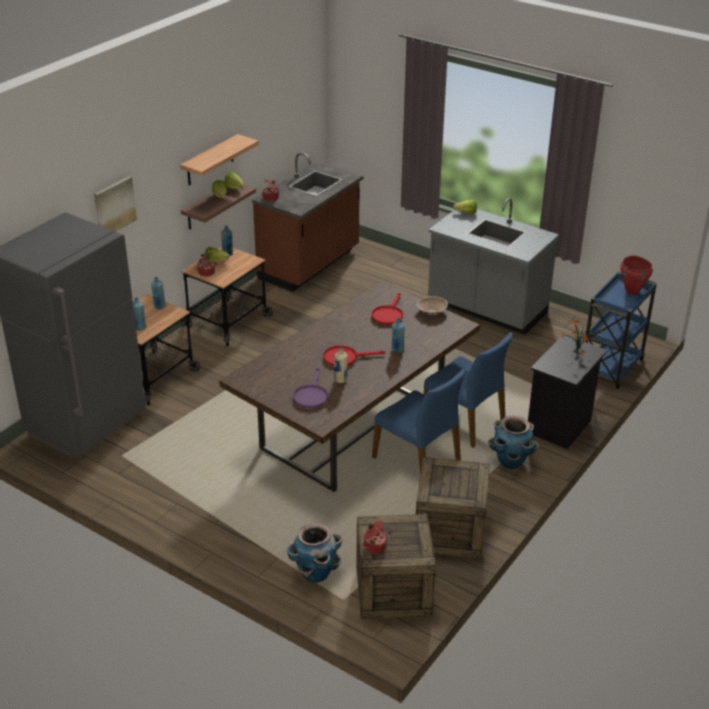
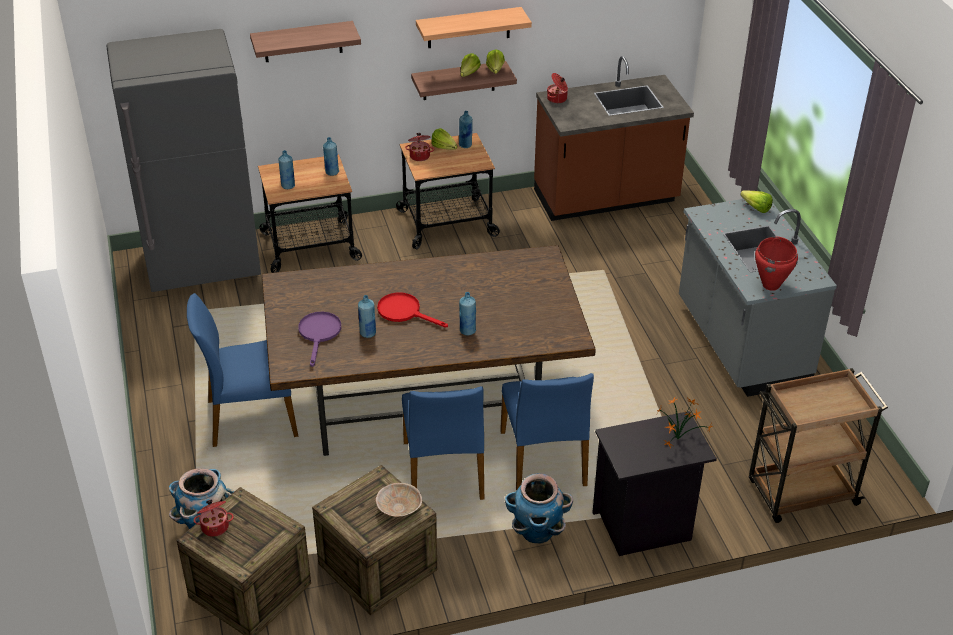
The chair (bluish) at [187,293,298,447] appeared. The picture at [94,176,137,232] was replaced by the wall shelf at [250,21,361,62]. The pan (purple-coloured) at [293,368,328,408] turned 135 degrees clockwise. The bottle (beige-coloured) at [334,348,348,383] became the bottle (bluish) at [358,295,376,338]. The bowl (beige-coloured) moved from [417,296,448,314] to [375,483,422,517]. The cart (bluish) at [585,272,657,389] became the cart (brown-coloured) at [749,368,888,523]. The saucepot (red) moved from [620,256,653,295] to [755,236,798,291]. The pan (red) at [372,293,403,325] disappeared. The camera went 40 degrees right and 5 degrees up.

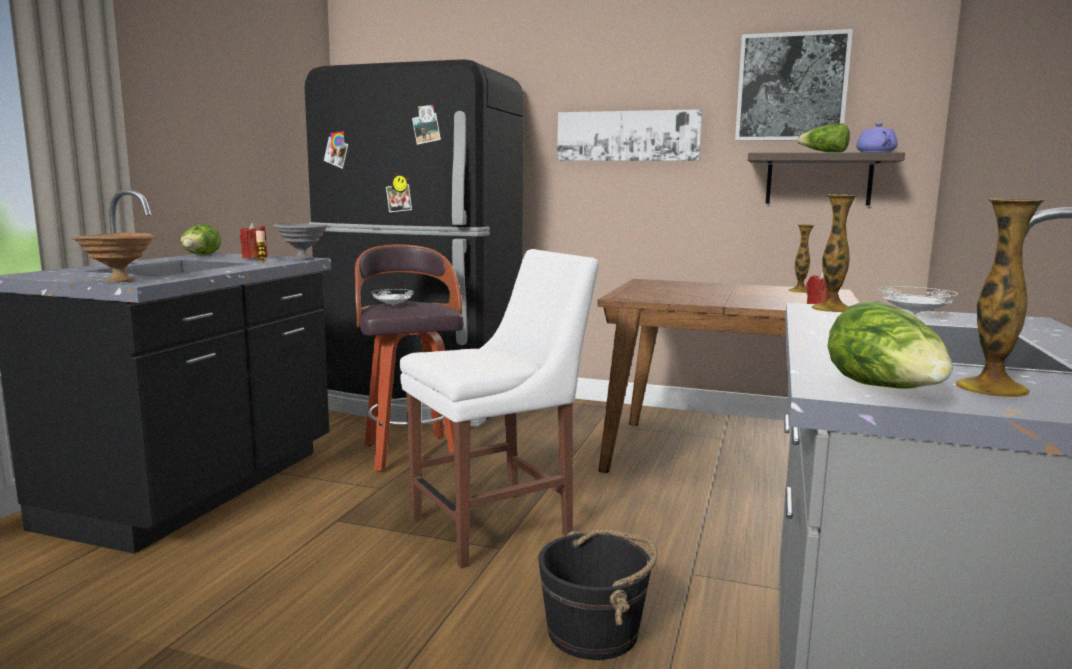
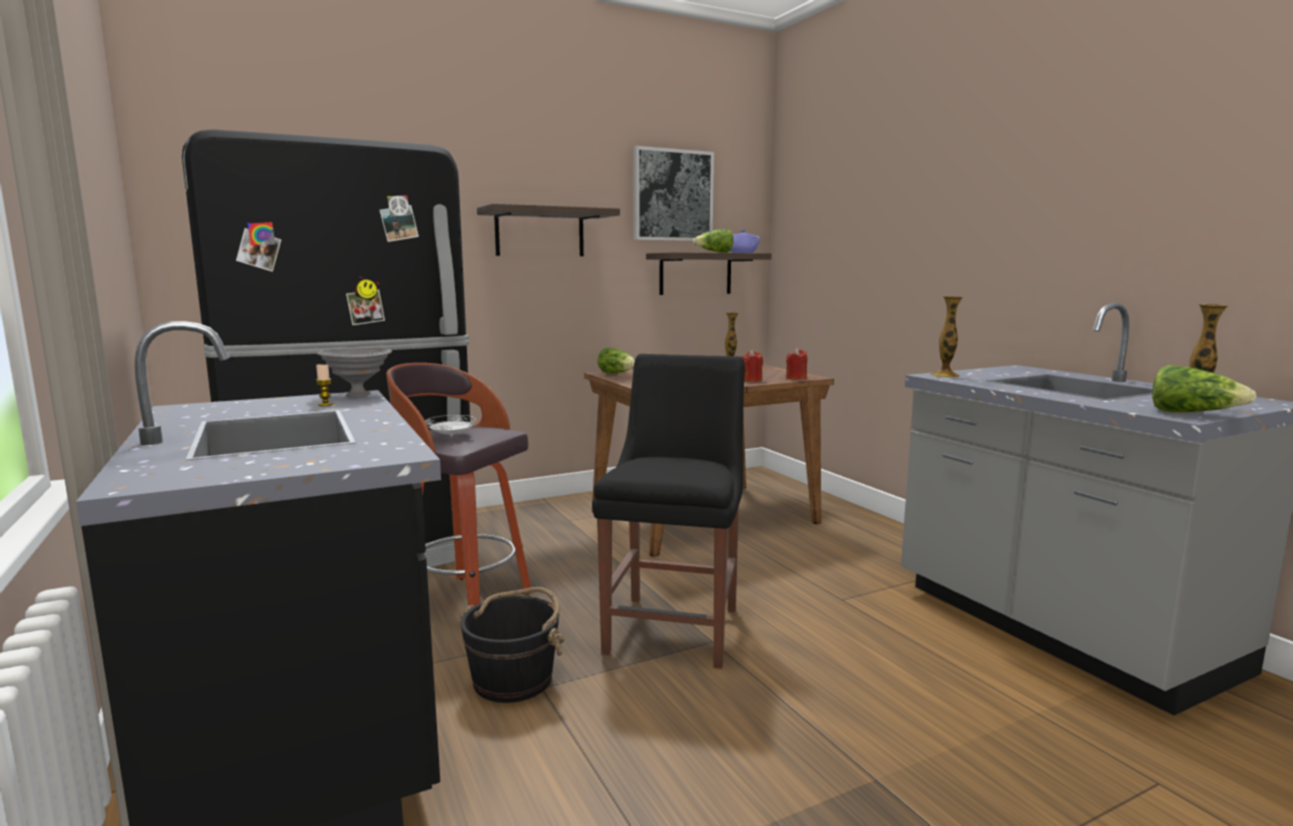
The pail (black-coloured) moved from [538,529,657,660] to [460,587,565,703]. The picture at [557,109,702,161] was replaced by the wall shelf at [477,204,620,256]. The chair (white) at [400,249,599,568] became the chair (black-coloured) at [592,354,745,669]. The head of lettuce moved from [180,224,221,255] to [597,348,635,373]. The candle (red) moved from [240,223,268,259] to [742,350,763,382]. The bowl (brown-coloured) at [72,233,156,282] disappeared. The plate (white) at [879,286,958,315] disappeared. The camera went 45 degrees left and 0 degrees up.

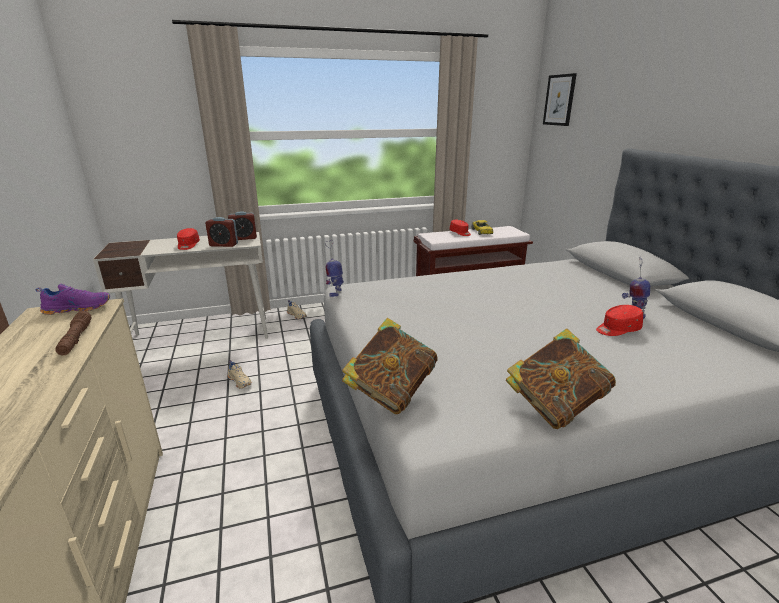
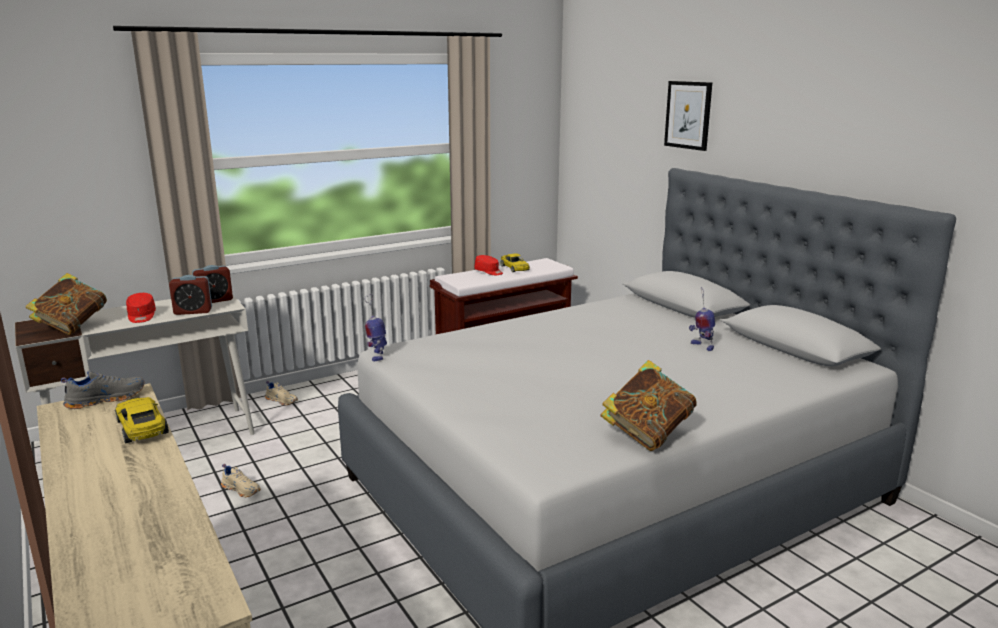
The volume moved from [342,318,438,414] to [26,273,107,335]. The item of footwear (purple-coloured) at [36,284,110,315] became the item of footwear (greyish) at [61,371,144,409]. The hand torch (brown-coloured) at [55,311,92,355] was replaced by the miniature car (yellow) at [115,397,169,443]. The picture moved from [543,73,577,126] to [664,81,712,151]. The baseball cap (red) at [596,305,643,336] disappeared. The camera went 15 degrees left and 5 degrees down.

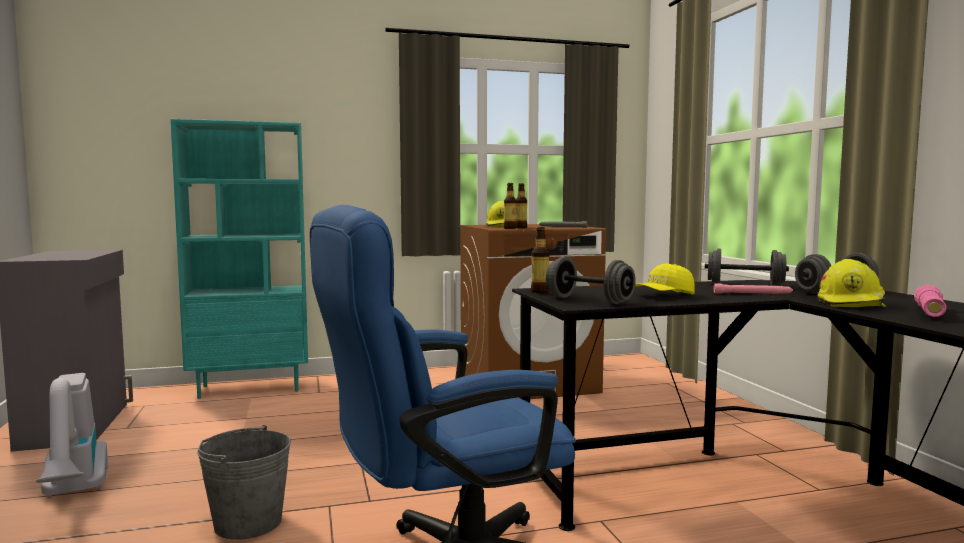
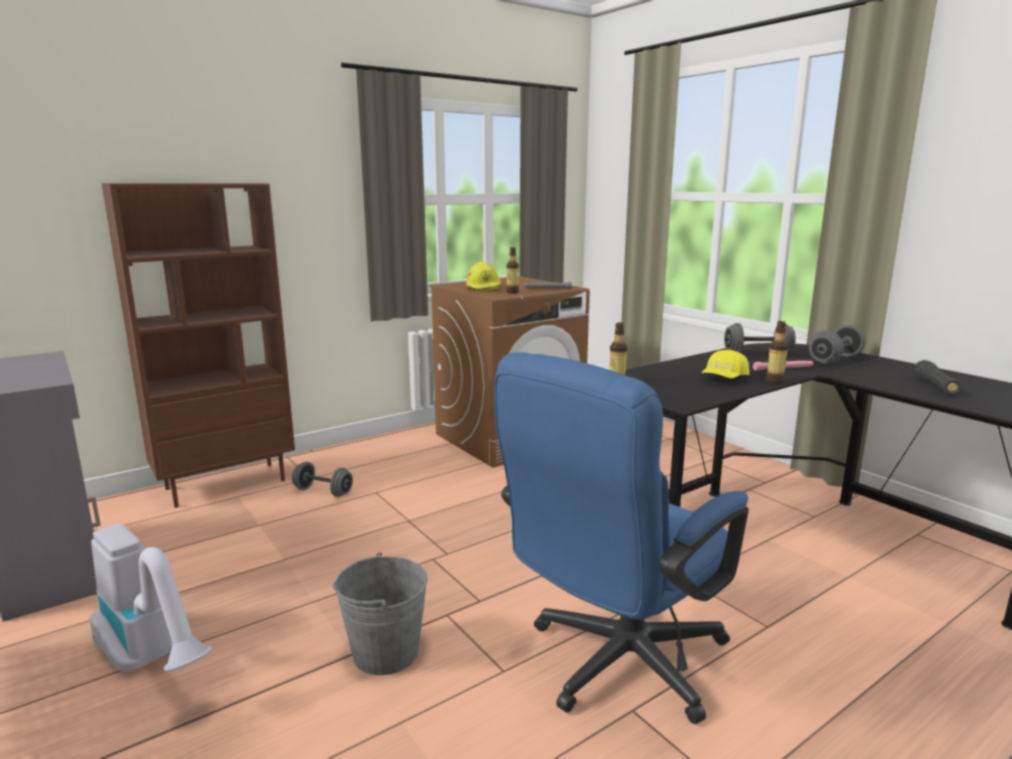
The shelving unit (turquoise-coloured) at [170,119,308,399] became the shelving unit (brown-coloured) at [102,183,295,508]. The hand weight (greyish) moved from [546,257,636,304] to [292,462,353,497]. The bottle moved from [504,183,516,229] to [766,321,788,384]. The hand torch (pinkish) at [914,285,947,317] became the hand torch (black-coloured) at [914,360,961,394]. The hard hat (yellow) at [818,259,886,307] disappeared. The camera went 20 degrees left and 10 degrees up.

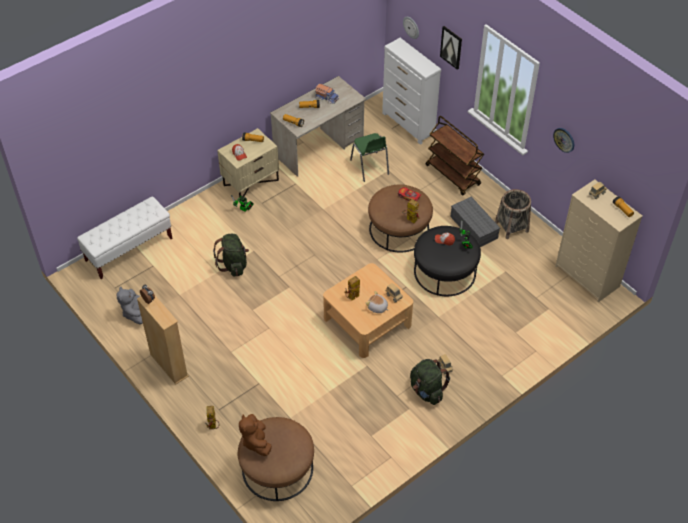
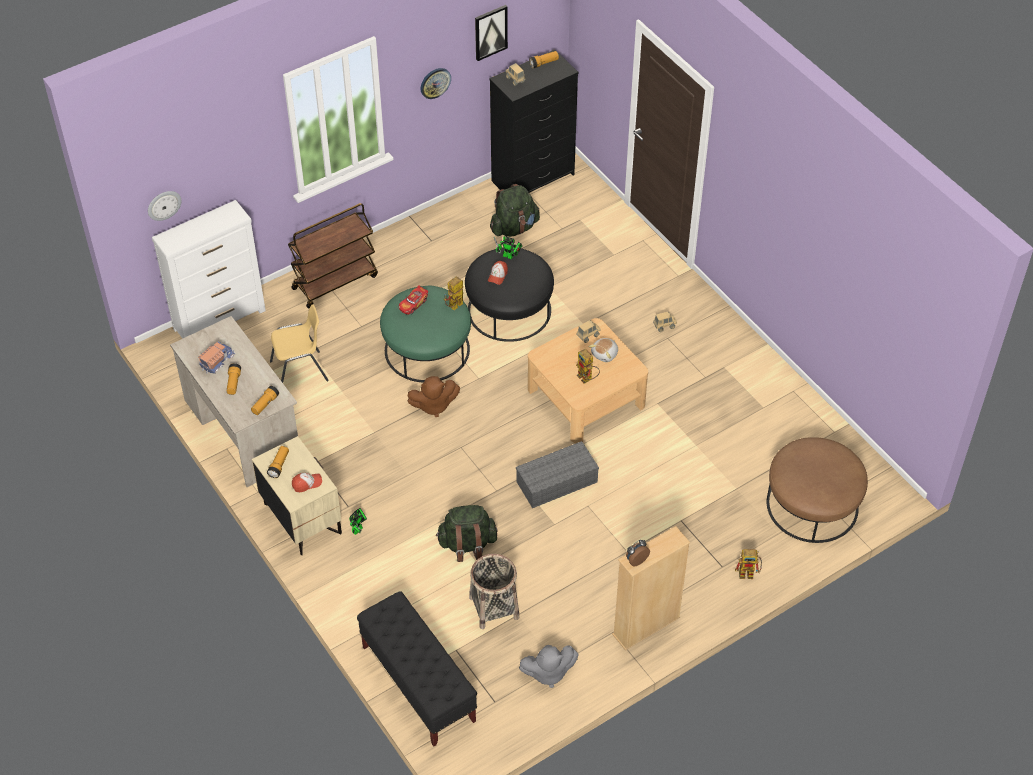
The chair (green-coloured) at [350,133,389,182] became the chair (yellow) at [270,304,329,383]. The long seat (white) at [77,196,173,279] became the long seat (black-coloured) at [357,591,477,747]. The footrest (brown-coloured) at [368,184,433,252] became the footrest (green-coloured) at [380,286,471,382]. The cuddly toy (brown-coloured) moved from [239,414,272,456] to [407,376,460,418]. The household basket moved from [495,189,531,239] to [469,554,519,629]. The picture moved from [440,26,462,70] to [475,5,508,61]. The dresser (beige-coloured) at [555,179,643,302] became the dresser (black-coloured) at [489,50,579,193]. The backpack (green-coloured) moved from [410,359,450,405] to [490,184,540,237]. The storage bin (greyish) moved from [451,196,500,247] to [516,441,599,508]. The camera went 85 degrees left and 0 degrees up.

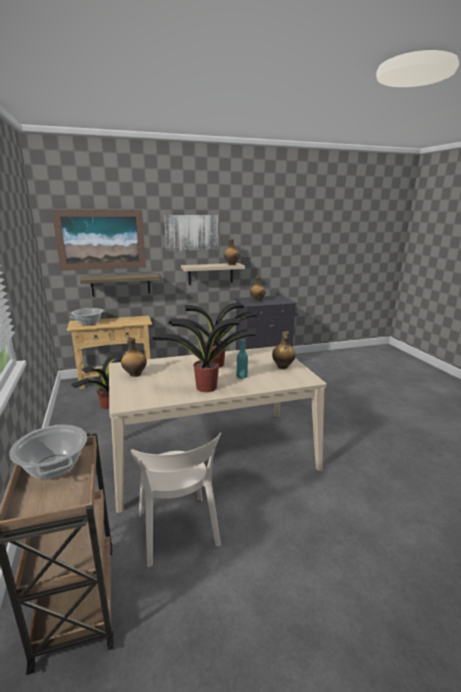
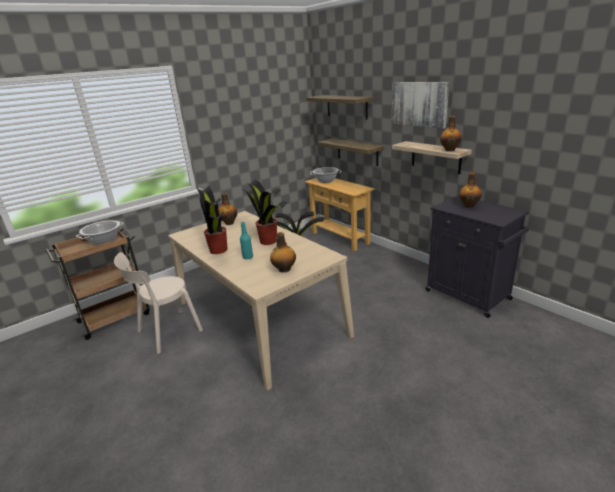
The picture at [52,210,146,271] was replaced by the wall shelf at [306,95,374,120]. The camera went 70 degrees right and 5 degrees up.

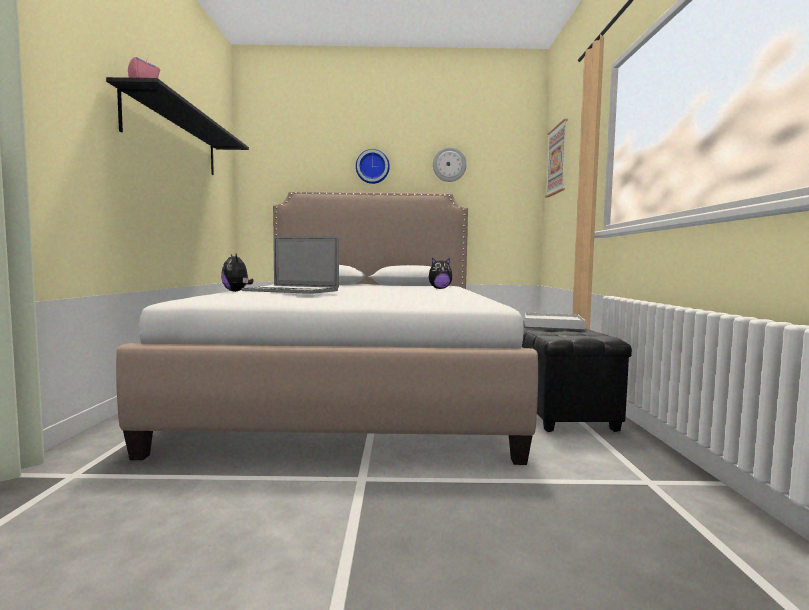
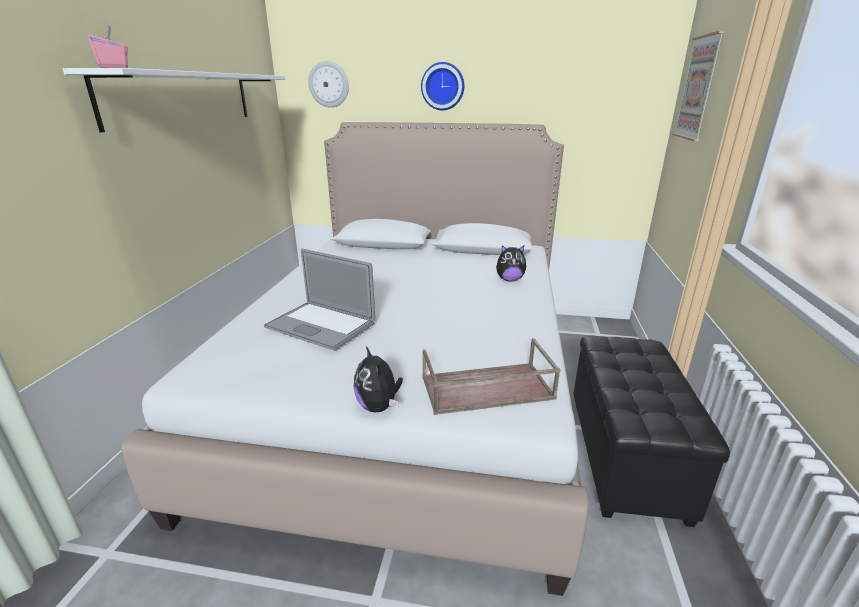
The wall shelf (black-coloured) at [106,77,249,175] became the wall shelf (white) at [62,68,285,132]. The clock on the wall moved from [433,147,467,182] to [308,61,349,108]. The cuddly toy moved from [221,254,254,292] to [354,346,403,412]. The serving tray (brown-coloured) at [422,338,561,415] appeared. The serving tray (white) at [524,312,585,329] disappeared. The camera went 10 degrees right and 20 degrees up.

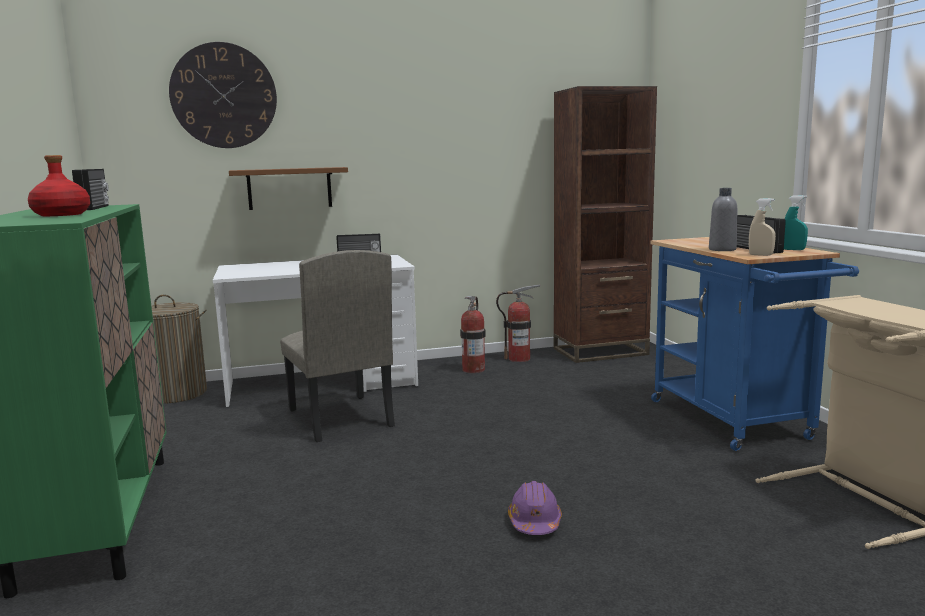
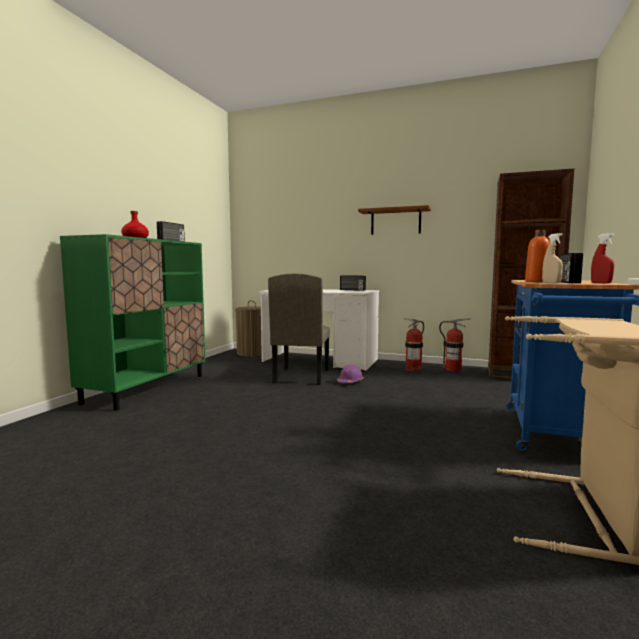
The hard hat (purple-coloured) moved from [508,481,562,535] to [336,364,364,383]. The wall shelf (brown-coloured) moved from [229,167,348,210] to [358,205,431,235]. The bottle (greyish) at [709,188,737,251] became the bottle (orange) at [525,230,550,282]. The sprayer (turquoise-coloured) at [784,195,808,250] became the sprayer (red) at [591,233,614,283]. The clock on the wall at [169,42,277,148] disappeared. The camera went 35 degrees right and 5 degrees down.

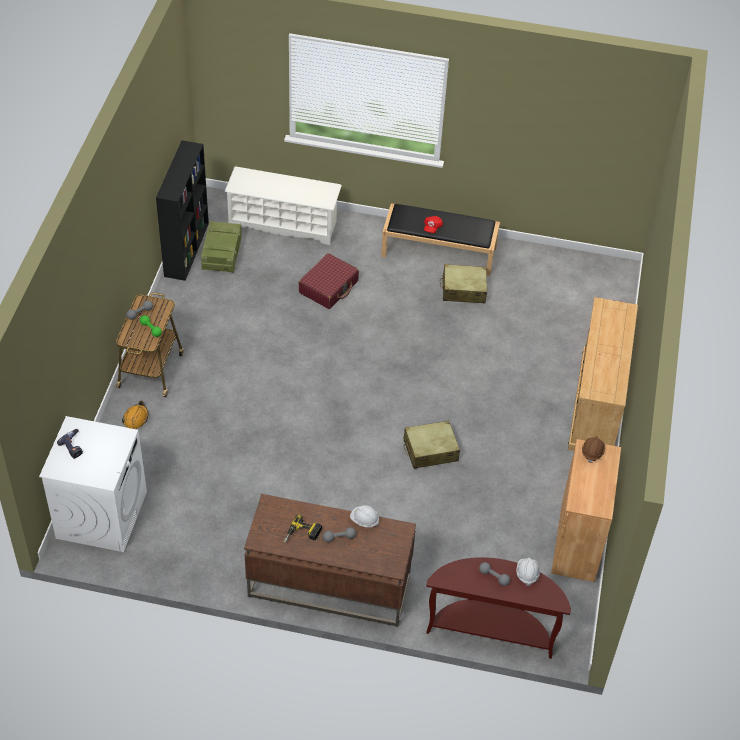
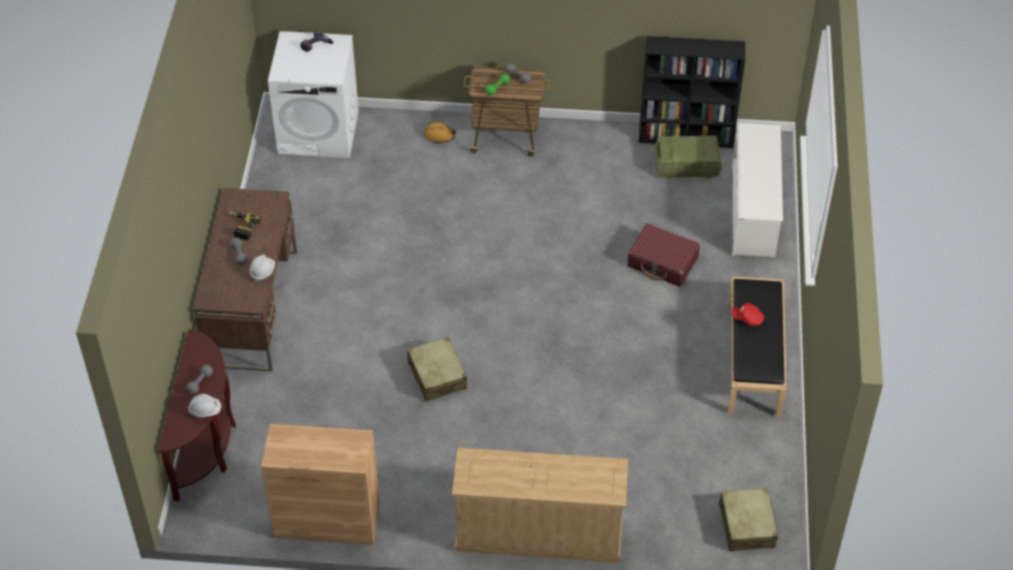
The travel case (beige-coloured) moved from [440,264,487,303] to [719,488,778,551]. The hard hat (brown-coloured) at [582,436,605,463] disappeared. The camera went 85 degrees right and 0 degrees up.

